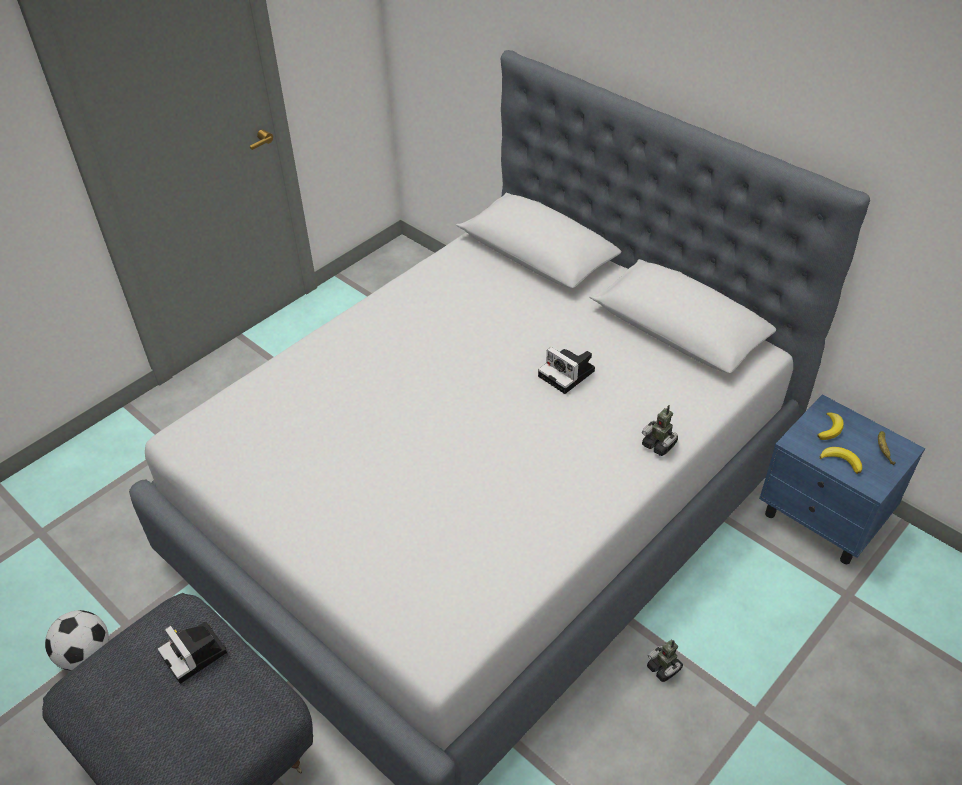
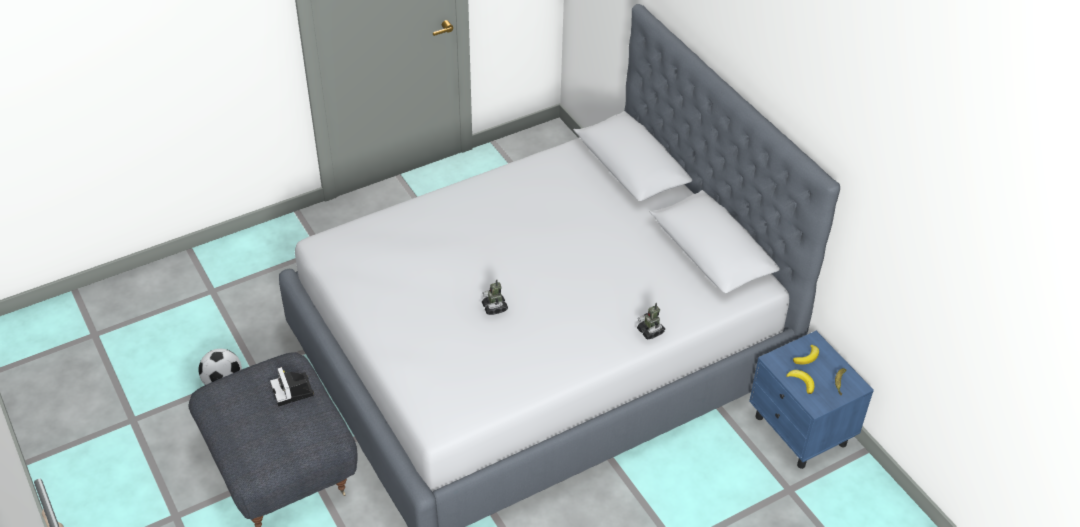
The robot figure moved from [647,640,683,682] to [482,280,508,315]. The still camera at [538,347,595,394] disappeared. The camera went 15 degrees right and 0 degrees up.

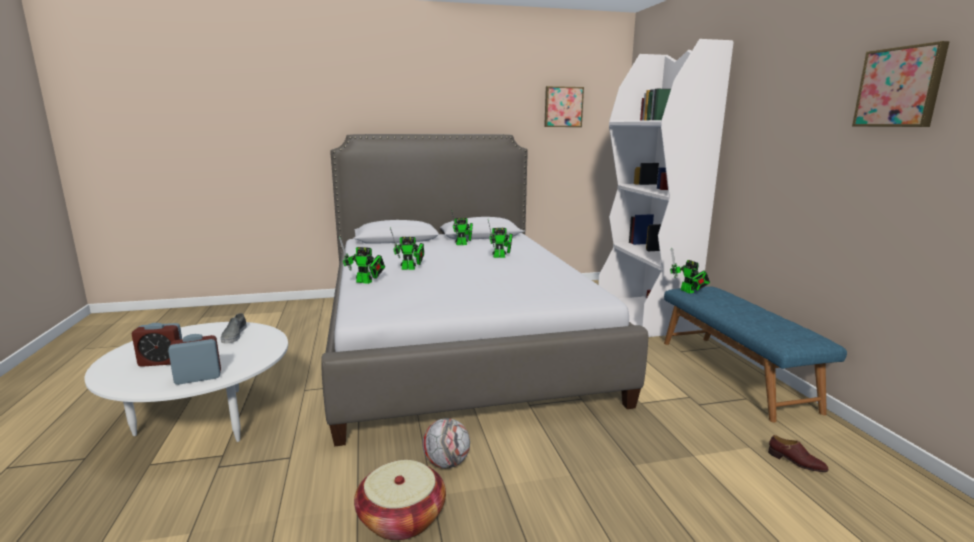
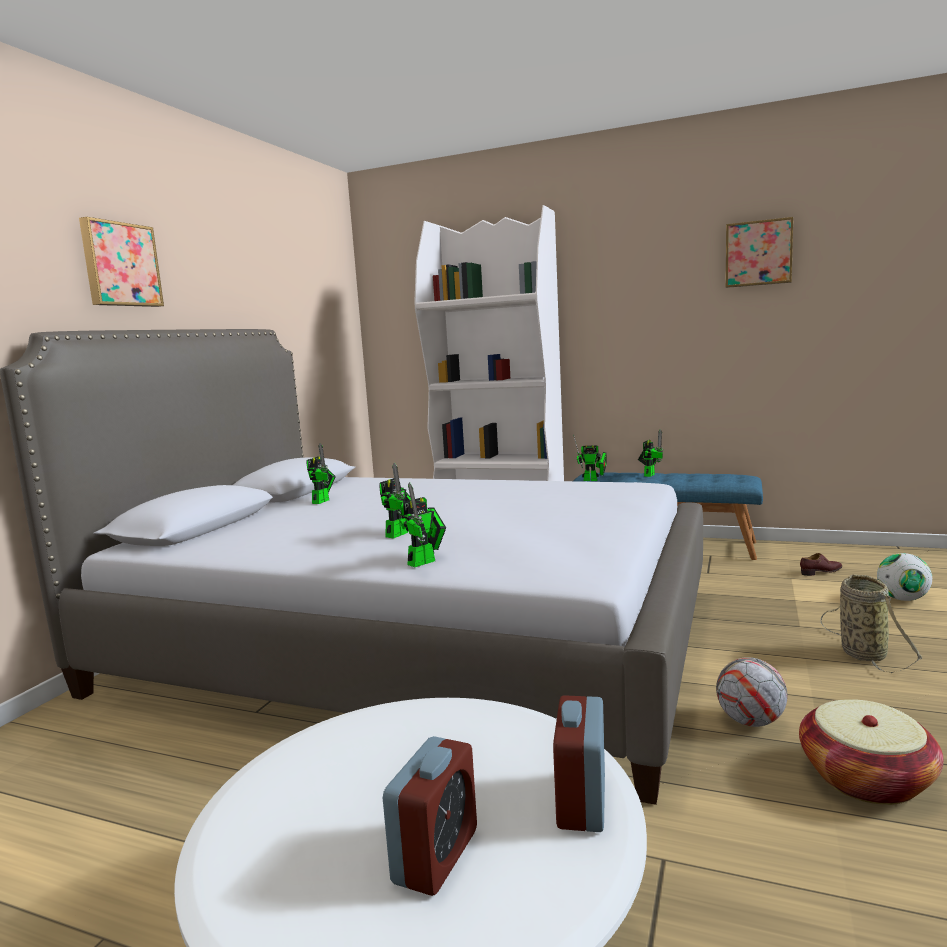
The picture moved from [544,86,584,127] to [79,217,164,307]. The robot figure moved from [488,220,513,258] to [638,429,664,477]. The household basket at [820,574,923,673] appeared. The football ball at [877,553,932,601] appeared. The item of footwear (greyish) at [221,313,247,343] disappeared. The camera went 55 degrees left and 5 degrees down.

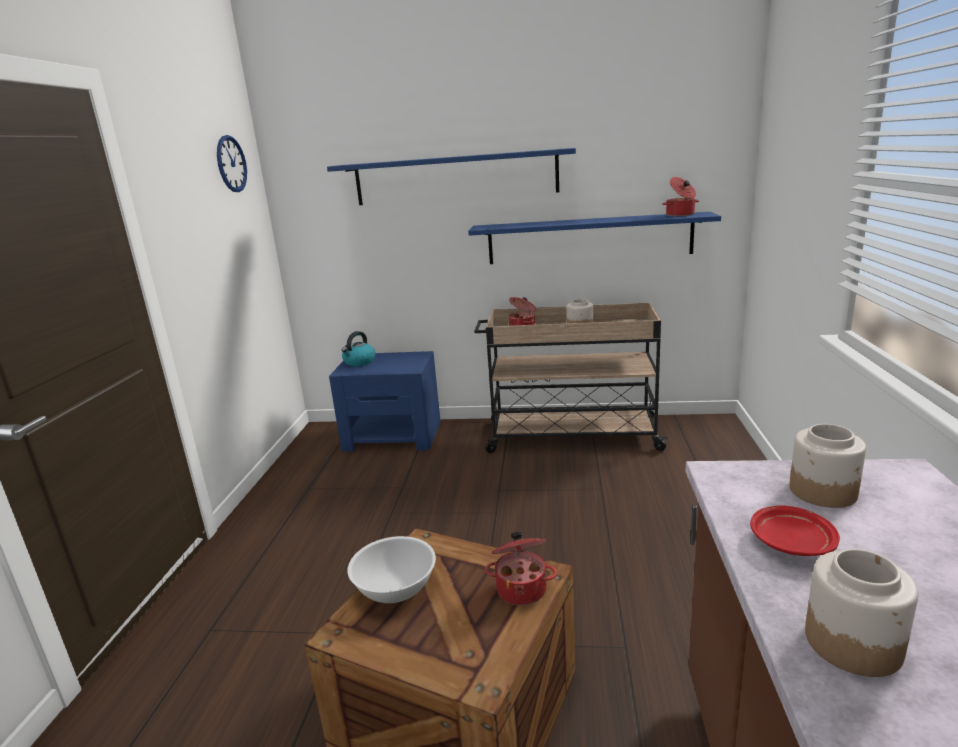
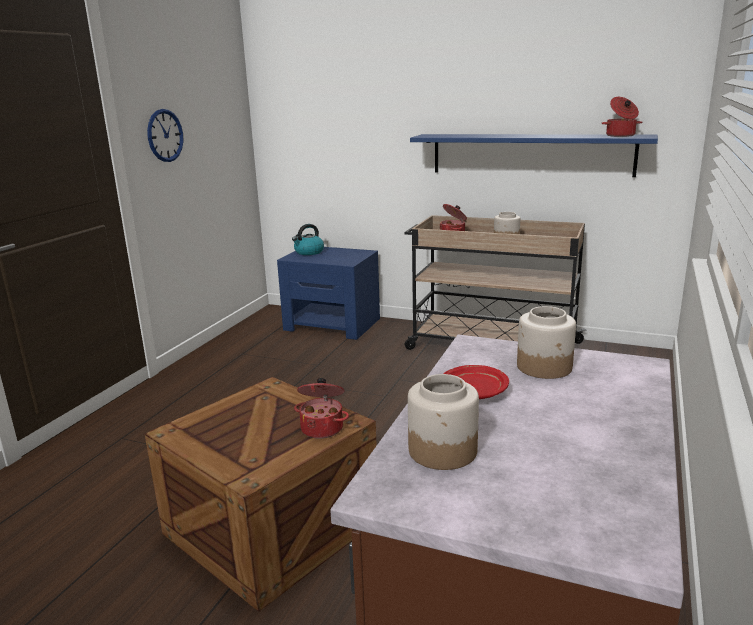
The clock on the wall moved from [217,135,247,192] to [147,109,183,162]. The wall shelf (bluish) at [327,148,576,205] disappeared. The bowl (white) at [347,536,436,603] disappeared. The camera went 15 degrees right and 0 degrees up.

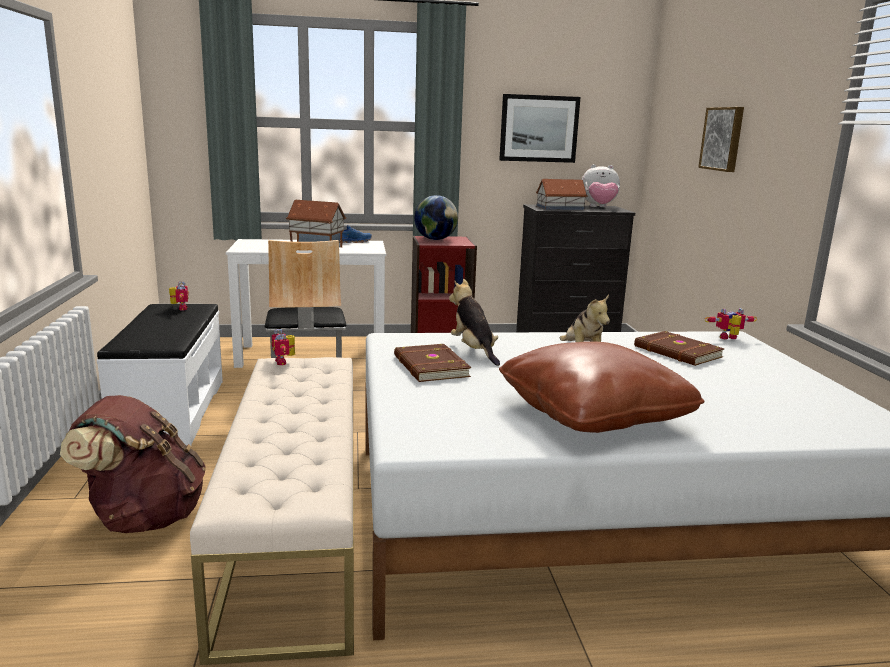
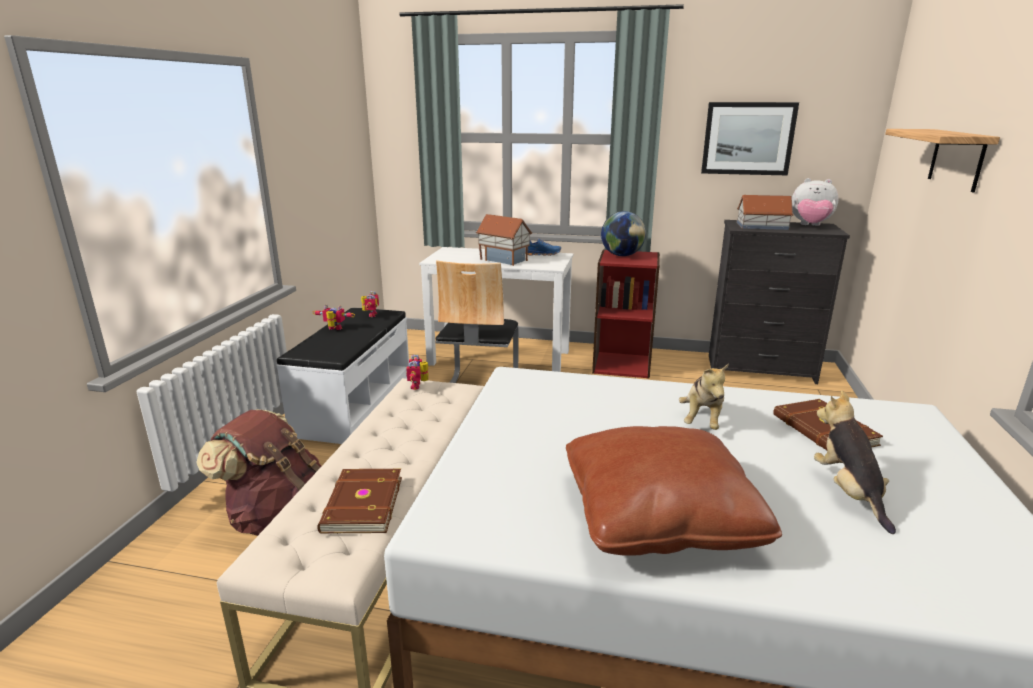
The robot figure moved from [705,308,757,339] to [313,305,355,330]. The volume (brown-coloured) moved from [394,344,471,382] to [317,469,402,534]. The cuddly toy moved from [449,279,500,366] to [814,390,896,534]. The picture at [698,107,744,172] was replaced by the wall shelf at [885,129,1000,192]. The camera went 20 degrees right and 5 degrees up.

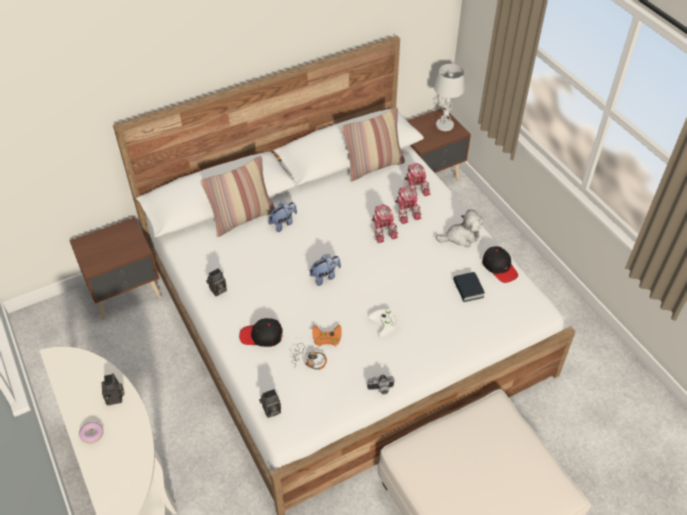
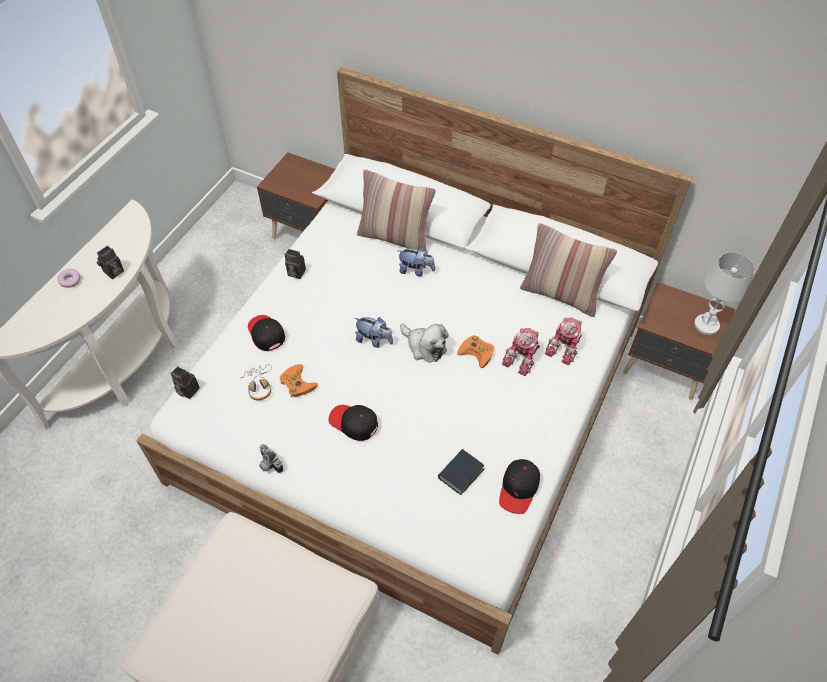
The gamepad (white) at [368,309,399,337] was replaced by the baseball cap (black-coloured) at [328,405,378,441]. The cuddly toy moved from [436,210,484,247] to [400,324,449,362]. The robot figure at [372,204,398,243] was replaced by the gamepad (orange) at [457,335,494,368]. The camera went 55 degrees right and 5 degrees up.

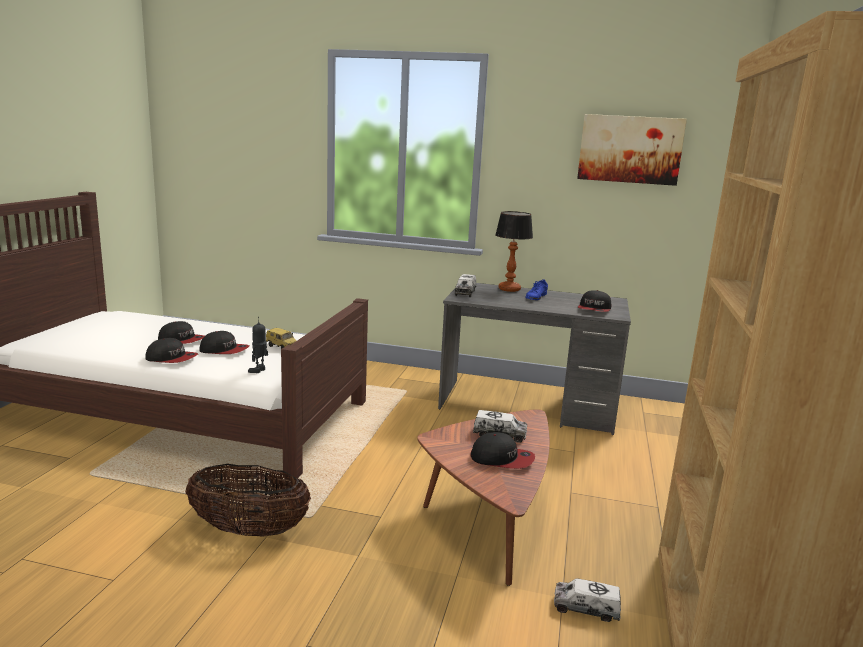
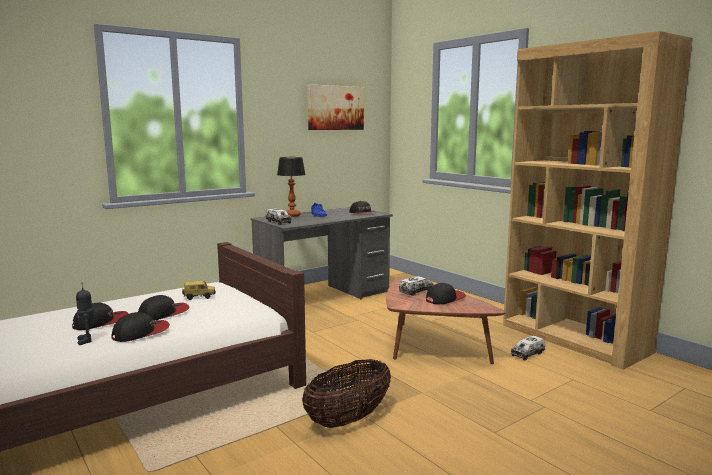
The robot figure moved from [248,317,268,373] to [76,285,94,345]. The camera went 50 degrees left and 5 degrees down.

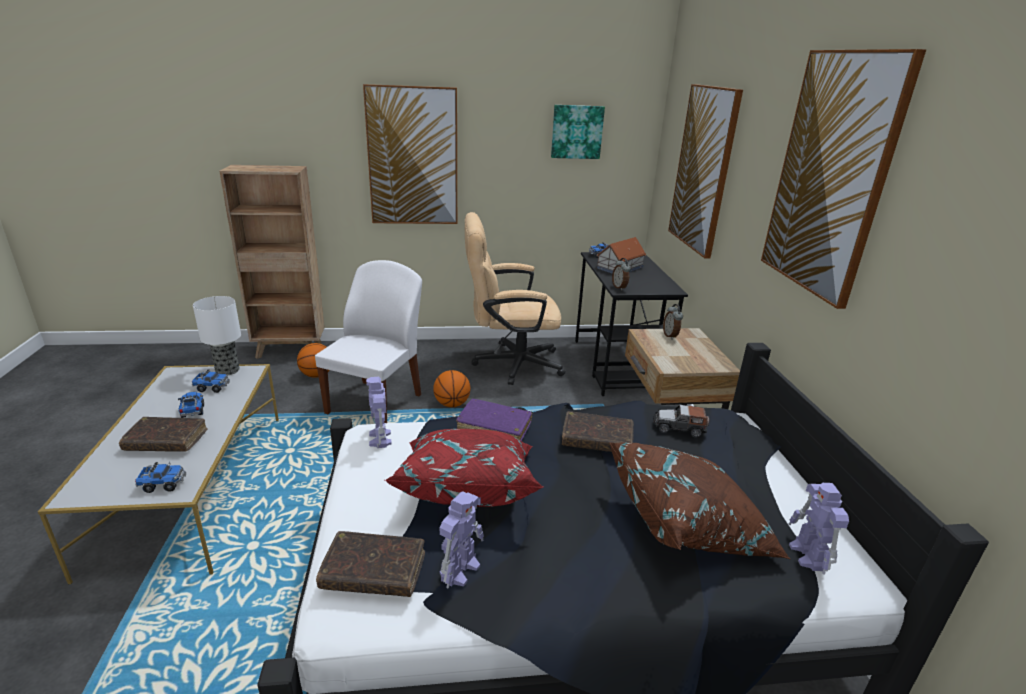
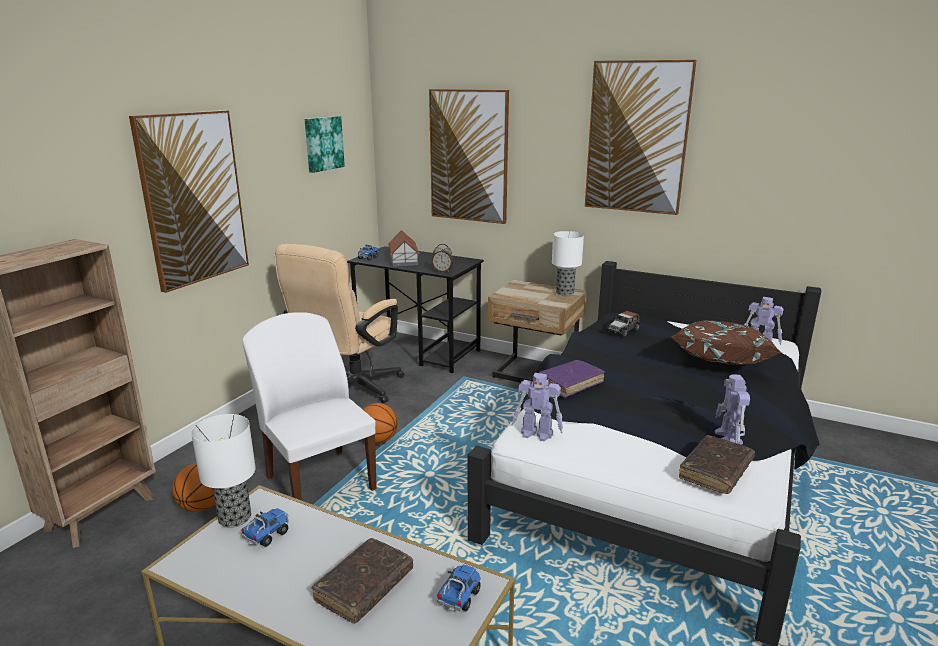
The lamp for a table at [552,231,584,296] appeared. The robot figure at [440,491,484,589] turned 150 degrees counterclockwise. The model truck at [178,392,204,418] disappeared. The pillow (red) at [384,429,543,507] disappeared. The volume (brown-coloured) at [562,411,634,452] disappeared. The bedside clock at [663,304,683,340] disappeared. The camera went 55 degrees left and 5 degrees down.

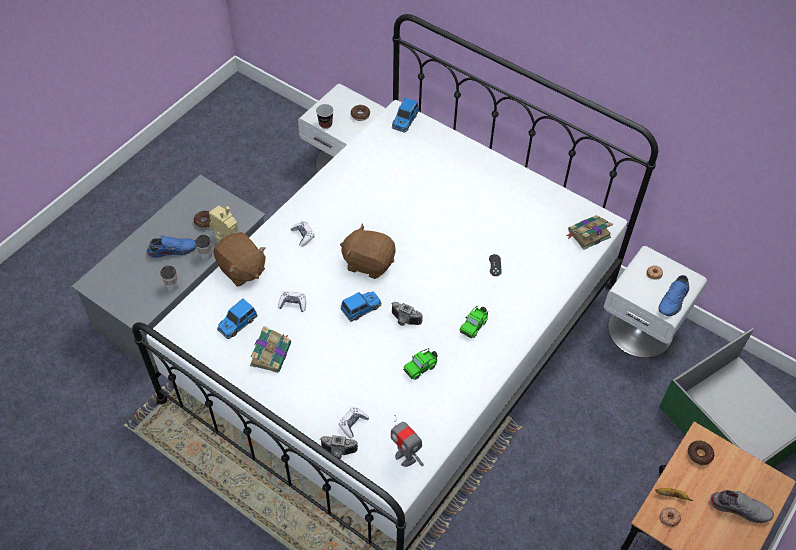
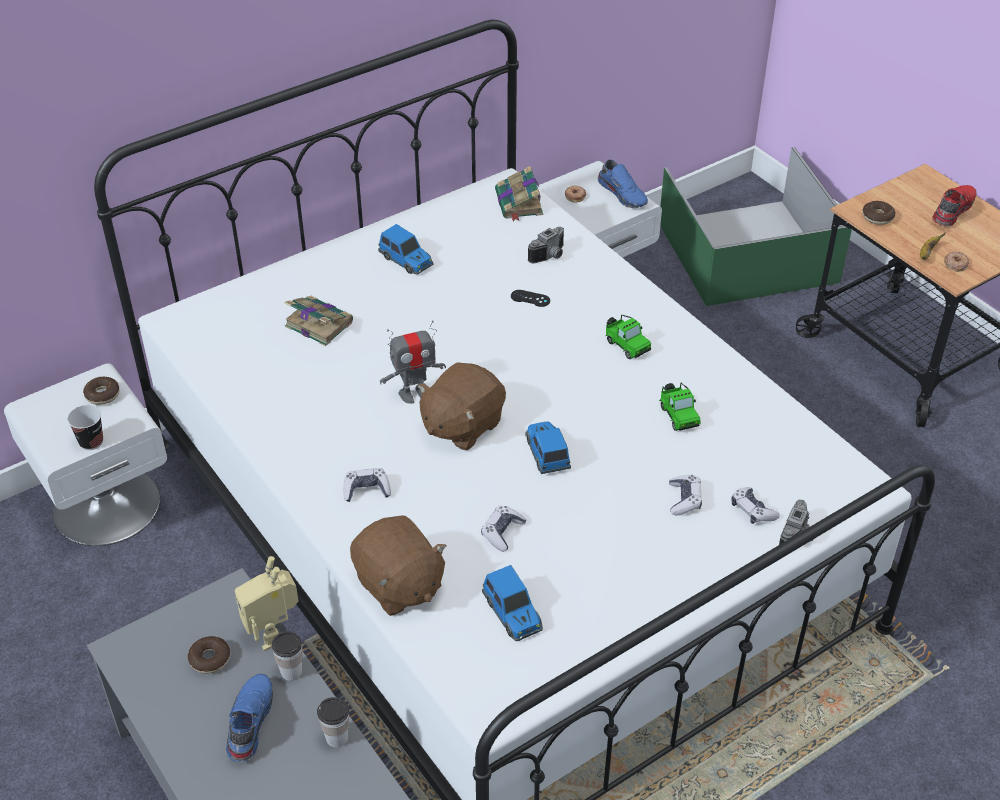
The volume moved from [250,326,291,373] to [285,296,353,346]. The cuddly toy (brown-coloured) at [213,232,266,287] turned 75 degrees clockwise. The miniature car moved from [392,98,419,133] to [378,224,433,275]. The robot figure moved from [391,415,424,467] to [380,320,446,404]. The still camera moved from [391,302,423,326] to [528,227,564,263]. The gamepad at [669,475,702,515] appeared. The item of footwear (greyish) at [710,490,774,523] became the item of footwear (red) at [932,185,977,226]. The camera went 70 degrees left and 10 degrees down.

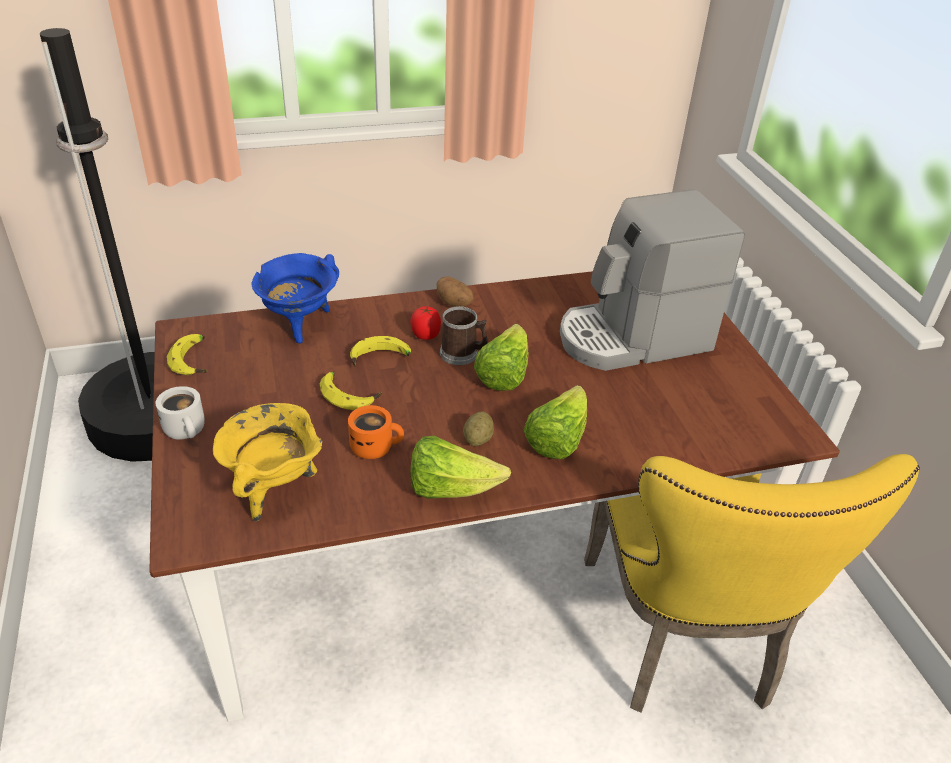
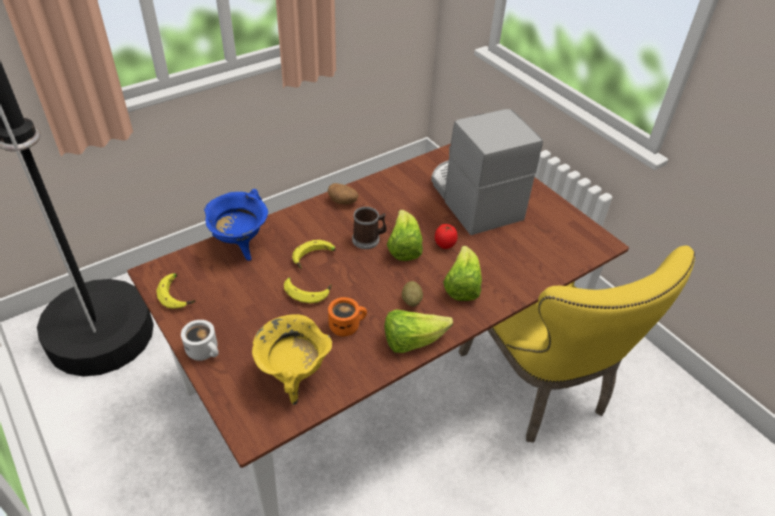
The coffee machine at [560,189,745,371] turned 105 degrees clockwise. The tomato moved from [410,306,441,340] to [435,224,458,249]. The camera went 20 degrees left and 5 degrees up.

